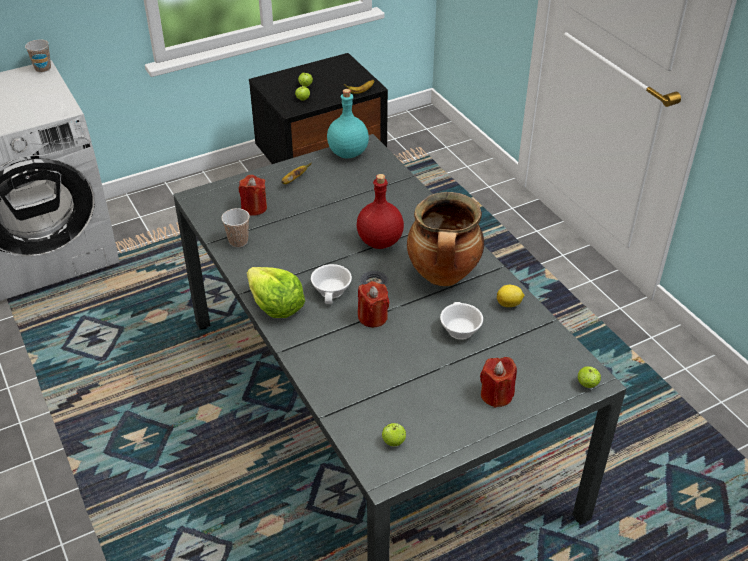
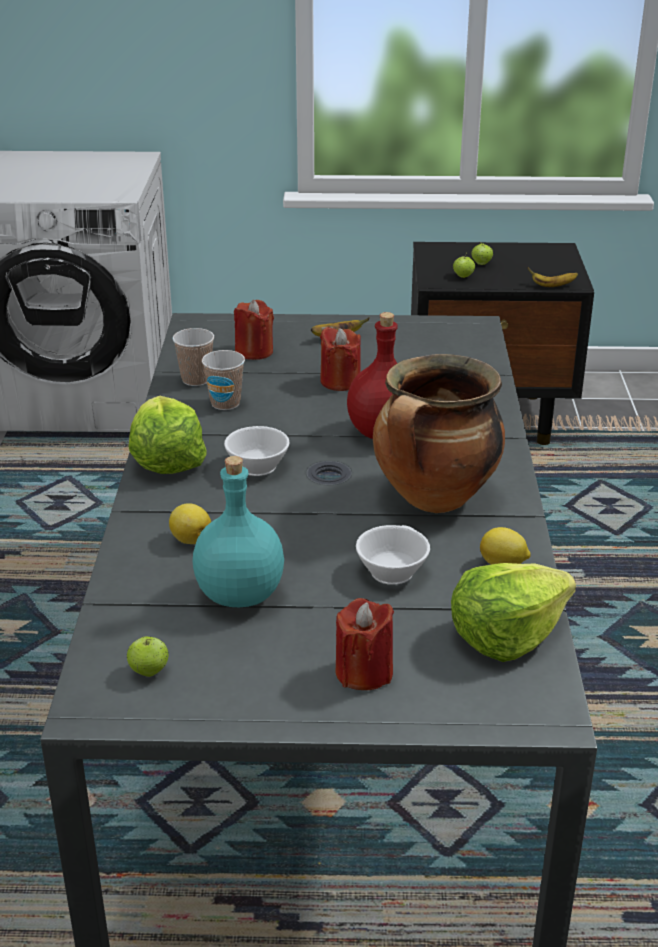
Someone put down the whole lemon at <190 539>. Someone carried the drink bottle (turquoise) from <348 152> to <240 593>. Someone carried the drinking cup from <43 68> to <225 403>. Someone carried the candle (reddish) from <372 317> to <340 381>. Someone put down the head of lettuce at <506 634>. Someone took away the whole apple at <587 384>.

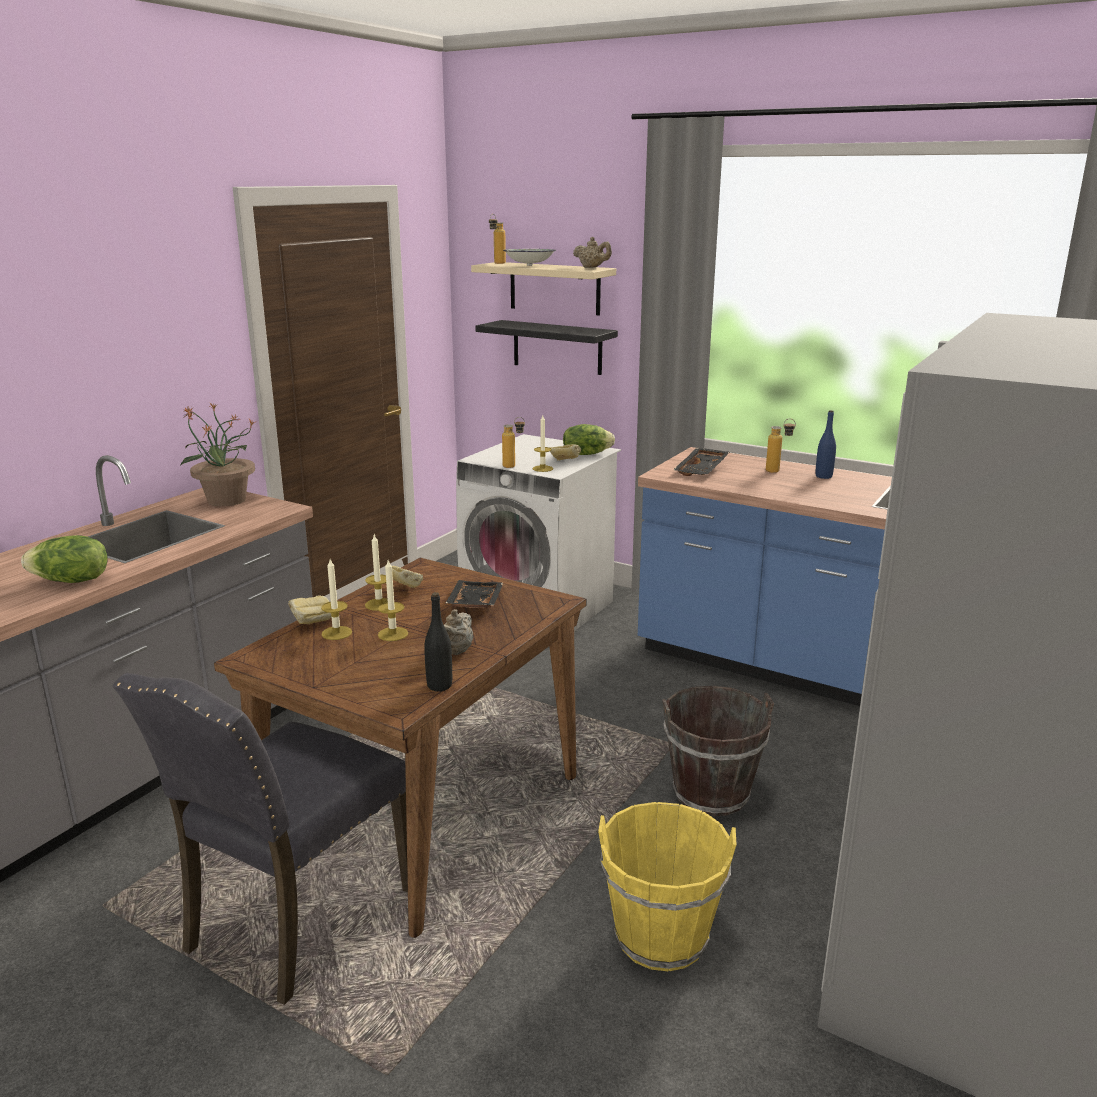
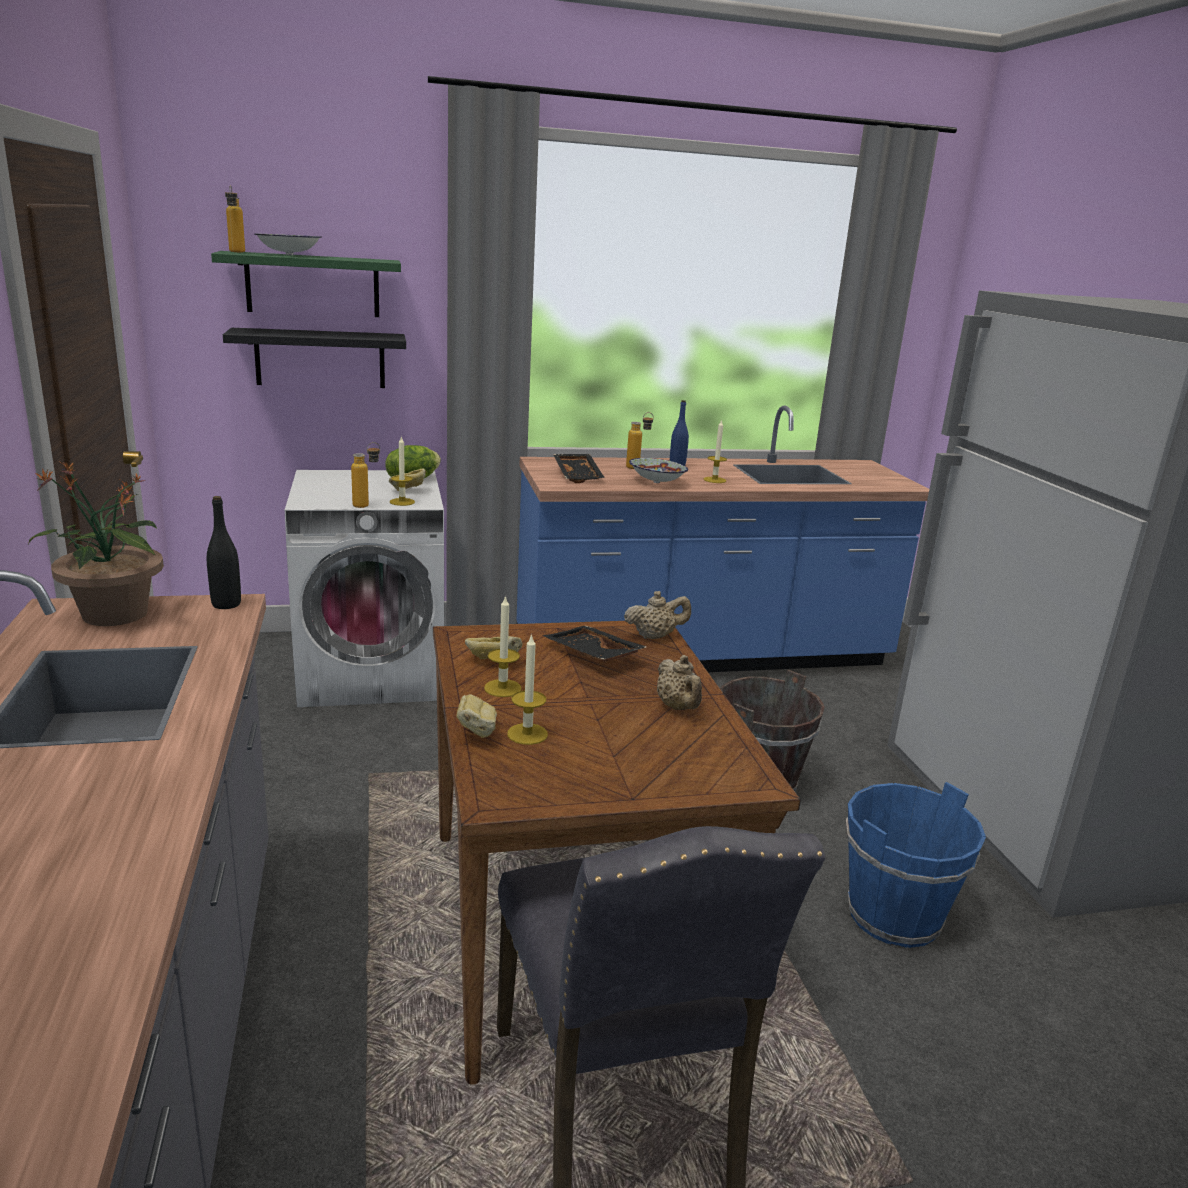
Someone carried the drink bottle (blackish) from <439 685> to <226 604>. Someone repainted the bracket shelf (sand-coloured) at <554 288>, which became the bracket shelf (greenish) at <313 285>. Someone carried the tea pot (sand-coloured) from <592 268> to <655 636>. Someone put down the deep dish at <656 482>. Someone carried the candle from <393 634> to <714 480>. Someone repainted the pail (yellowish) at <660 938>, which became the pail (blue-coloured) at <894 917>. Someone took away the head of lettuce at <71 581>.

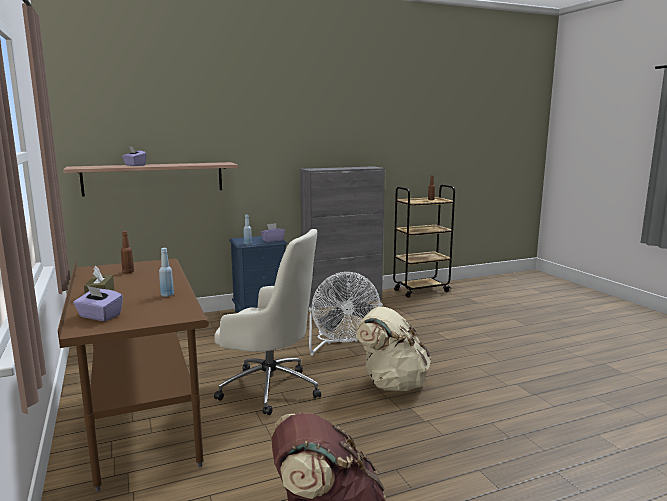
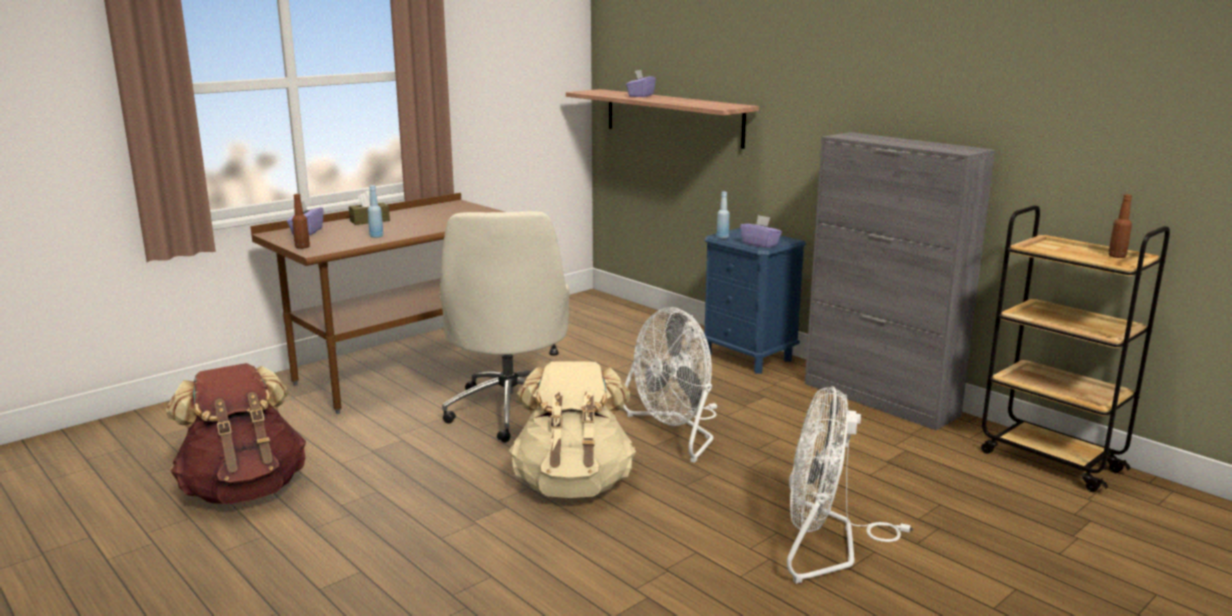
Someone carried the drink bottle (brown) from <128 272> to <302 247>. Someone put down the electric fan (white) at <827 540>.

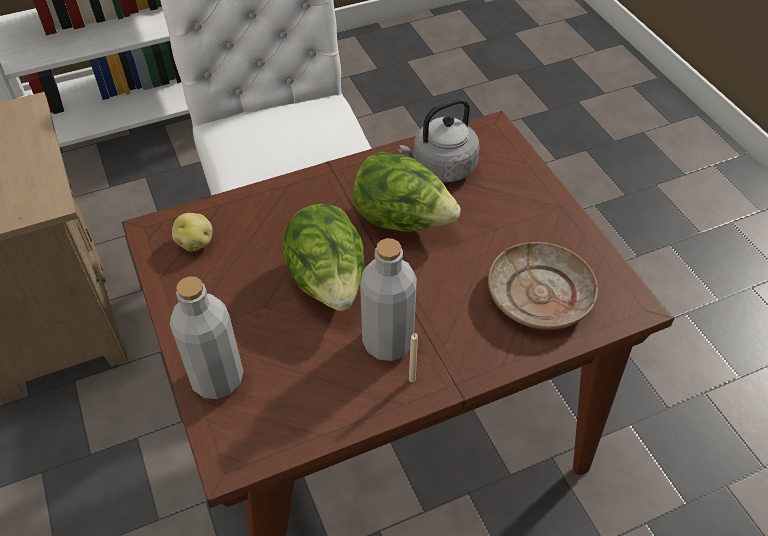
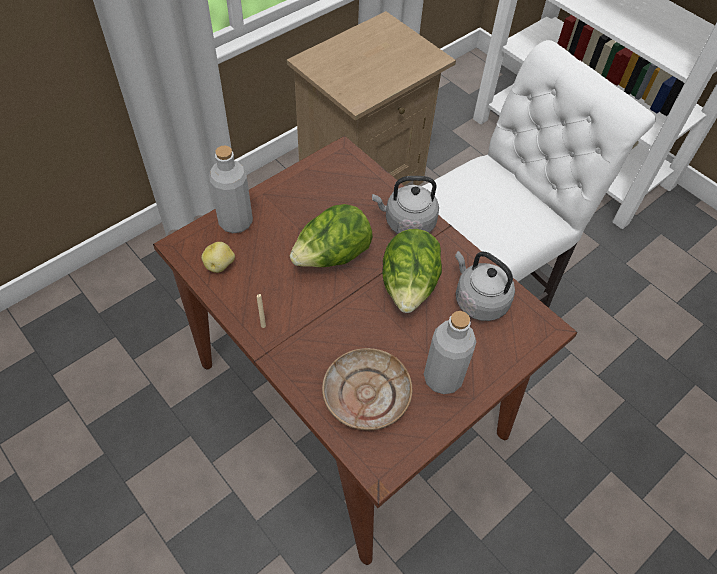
Someone carried the potato from <195 242> to <220 265>. Someone put down the kettle (grey) at <407 223>. Someone carried the drink bottle (grey) from <388 342> to <443 378>.

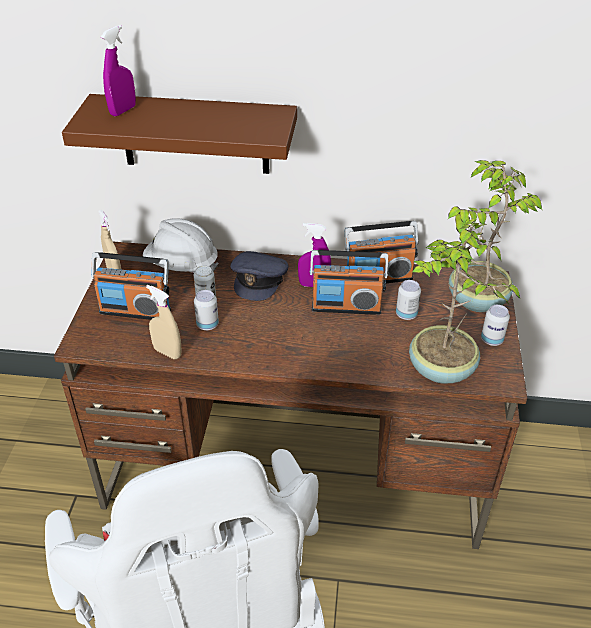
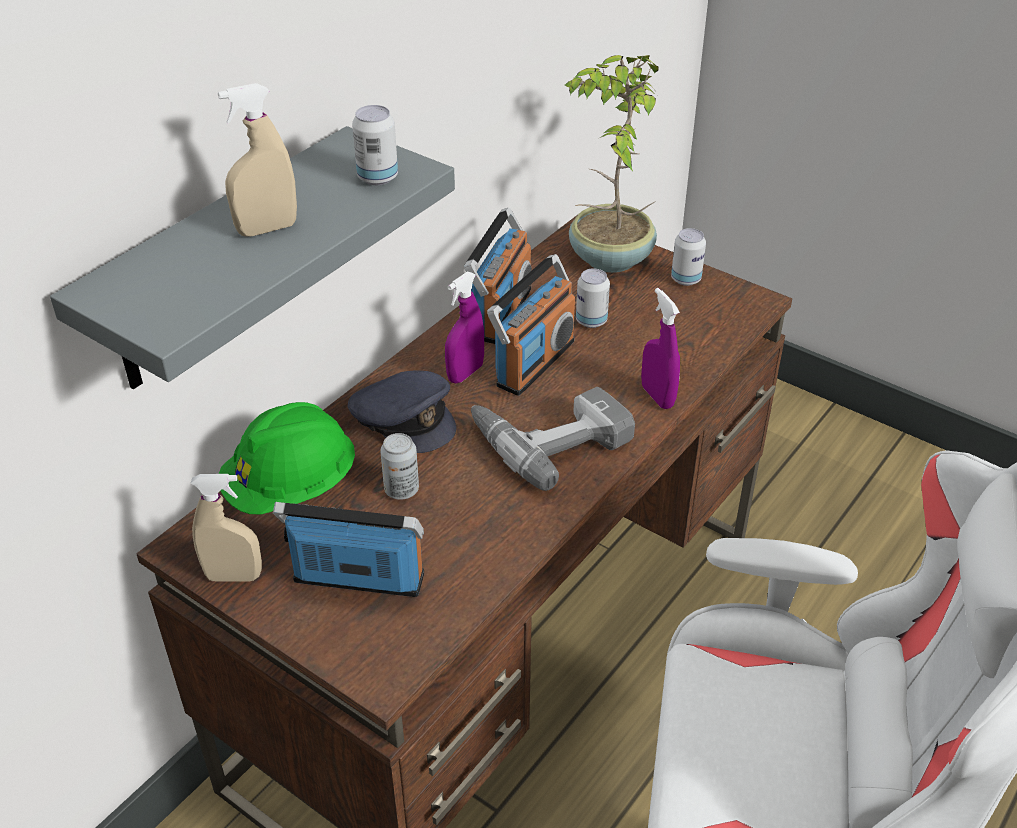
Someone repainted the bracket shelf (brown) at <195 134>, which became the bracket shelf (grey) at <223 262>. Someone carried the hand sprayer (sand-coloured) from <167 352> to <267 229>. Someone repainted the safety helmet (white) at <182 265>, which became the safety helmet (greenish) at <291 488>. Someone rotated the radio receiver at <135 311> by 120 degrees counterclockwise. Someone carried the can from <207 325> to <377 178>. Someone put down the drill at <549 437>. Someone carried the hand sprayer (purple-coloured) from <123 111> to <657 396>. Someone took away the houseplant at <441 371>.

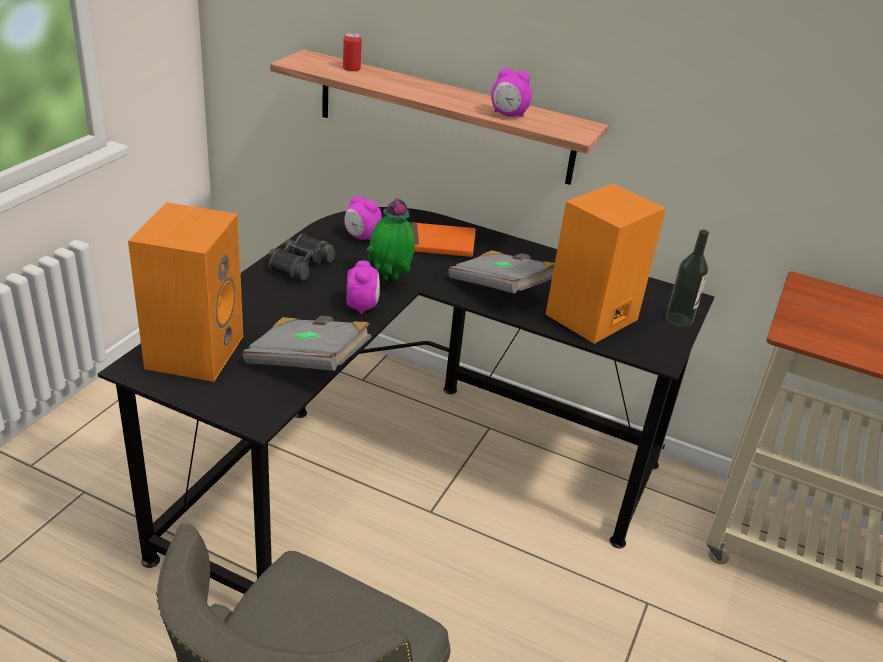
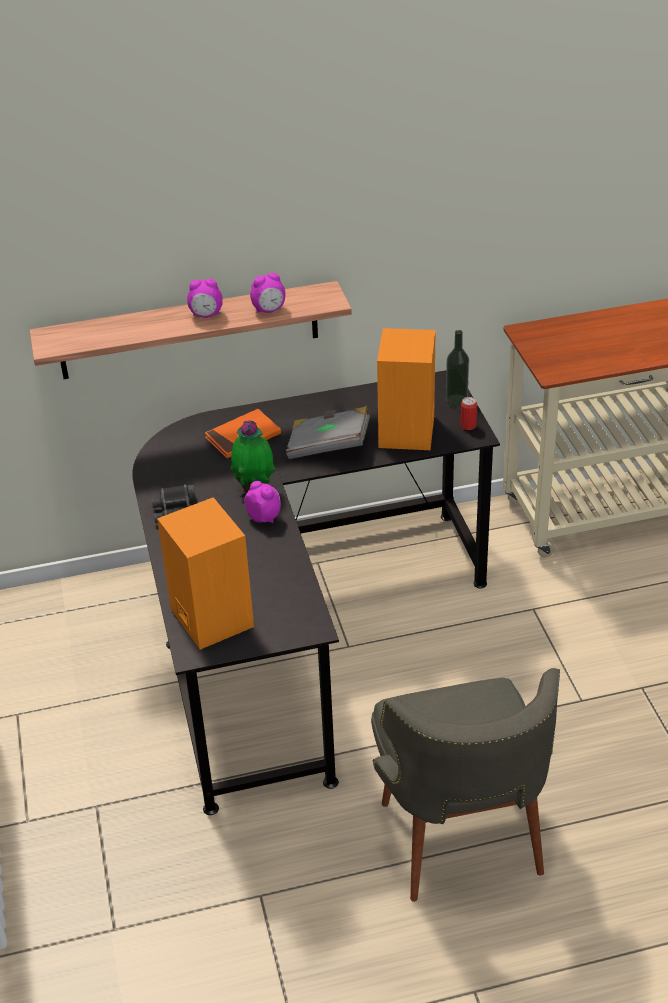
Someone carried the table clock from <361 237> to <206 315>. Someone carried the can from <351 68> to <468 426>. Someone took away the bound book (grey) at <308 362>.

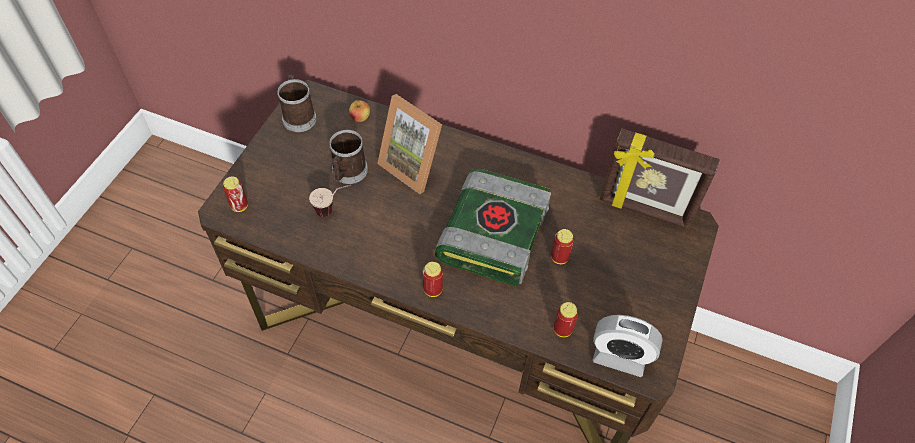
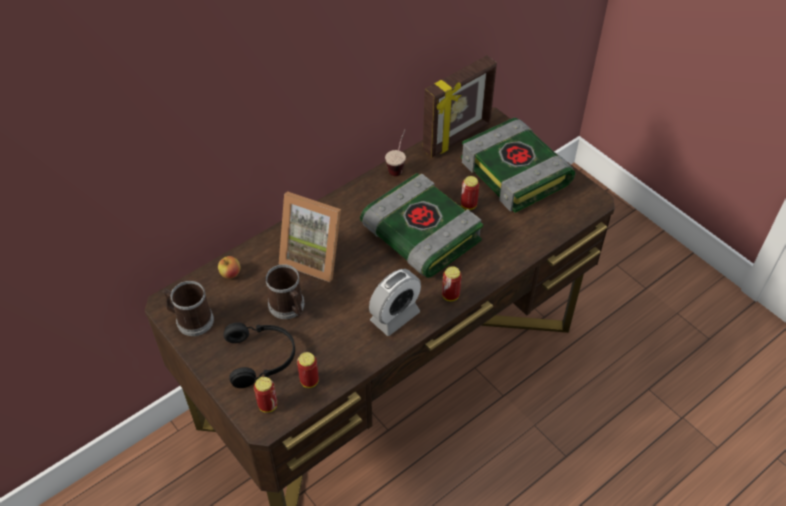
Someone put down the headset (blackish) at <262 357>. Someone rotated the photo frame at <414 165> by 45 degrees clockwise. Someone carried the can from <562 329> to <309 381>. Someone carried the table clock from <619 357> to <395 316>. Someone carried the drinking cup from <333 210> to <398 166>. Someone put down the bound book at <517 173>.

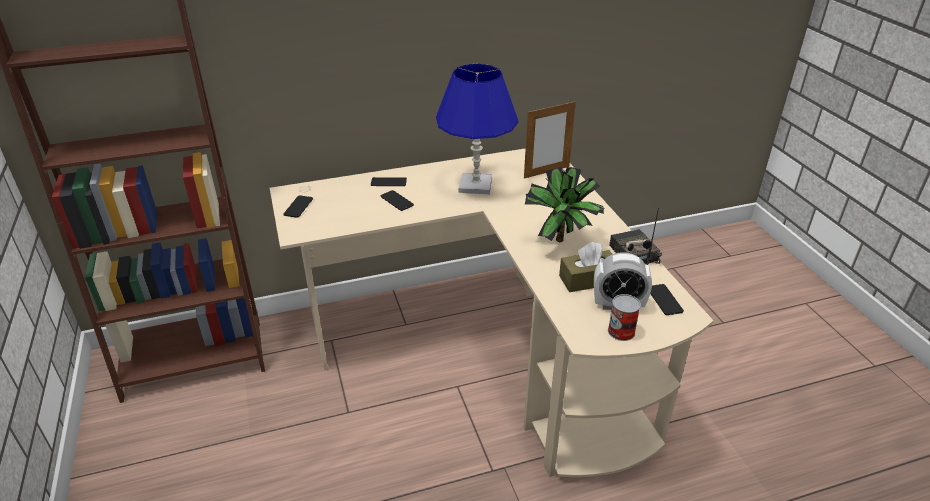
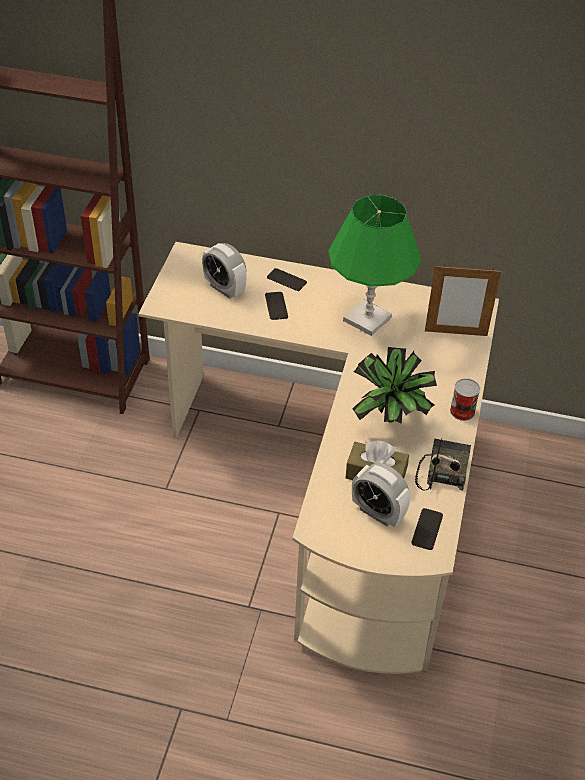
Someone put down the table clock at <224 289>. Someone repainted the tabletop lamp (blue-coloured) at <476 185>, which became the tabletop lamp (greenish) at <367 319>. Someone carried the can from <621 331> to <462 411>. Someone took away the telephone at <298 207>.

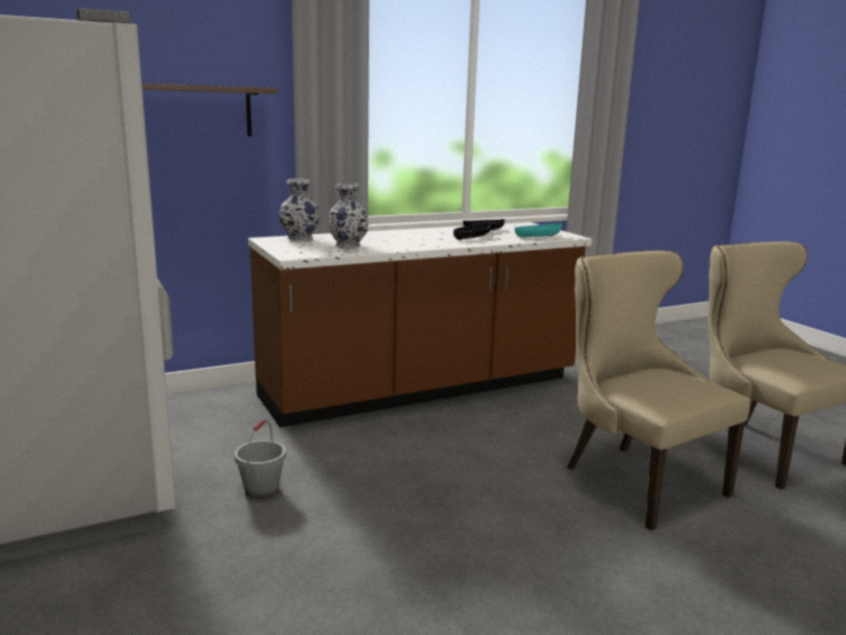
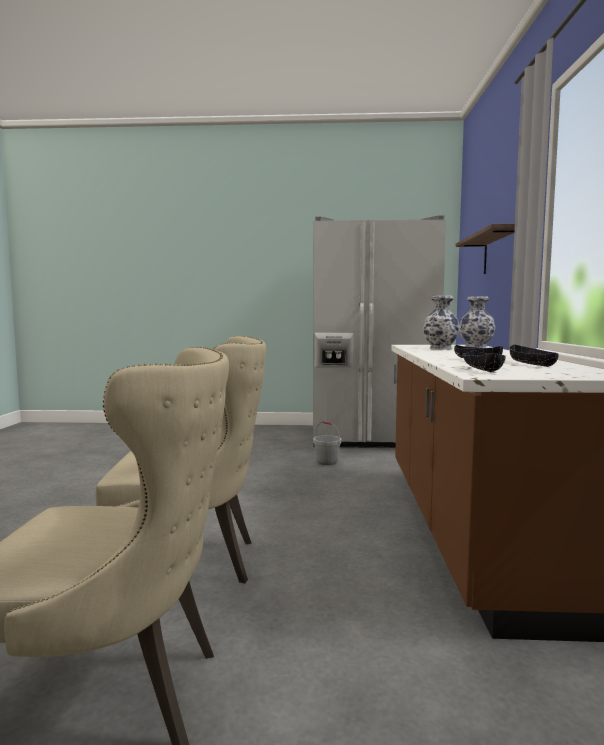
Someone repainted the deep dish (turquoise) at <537 236>, which became the deep dish (blackish) at <483 369>.

